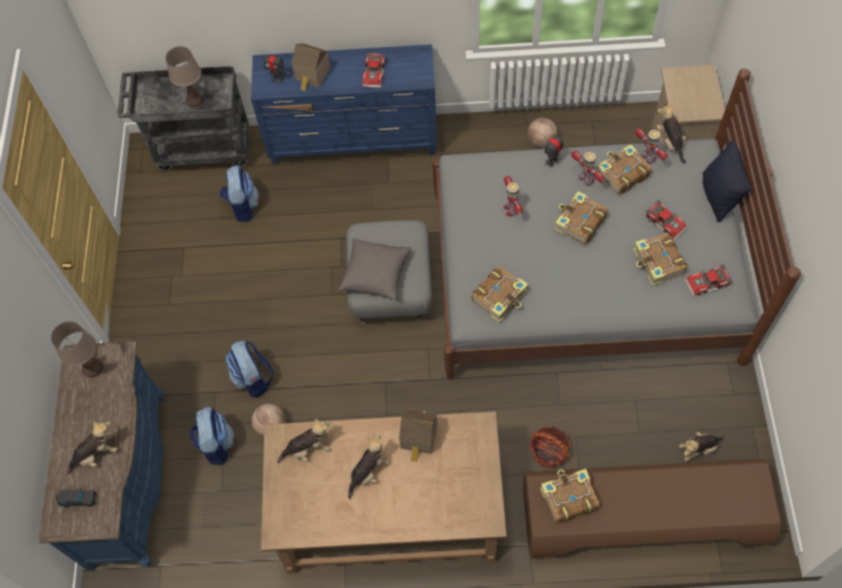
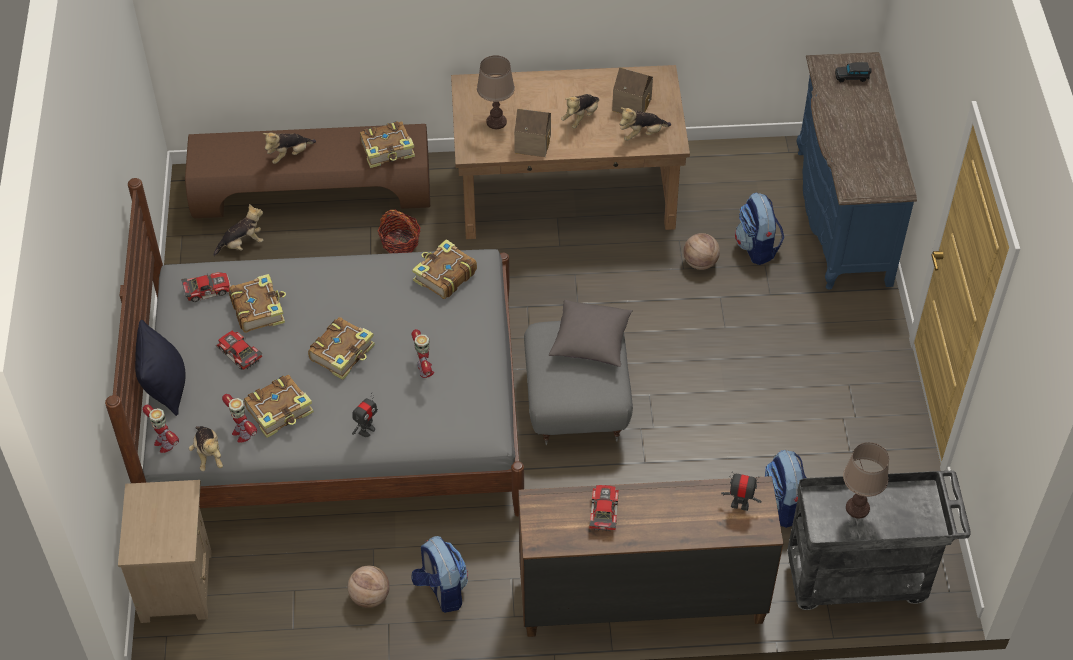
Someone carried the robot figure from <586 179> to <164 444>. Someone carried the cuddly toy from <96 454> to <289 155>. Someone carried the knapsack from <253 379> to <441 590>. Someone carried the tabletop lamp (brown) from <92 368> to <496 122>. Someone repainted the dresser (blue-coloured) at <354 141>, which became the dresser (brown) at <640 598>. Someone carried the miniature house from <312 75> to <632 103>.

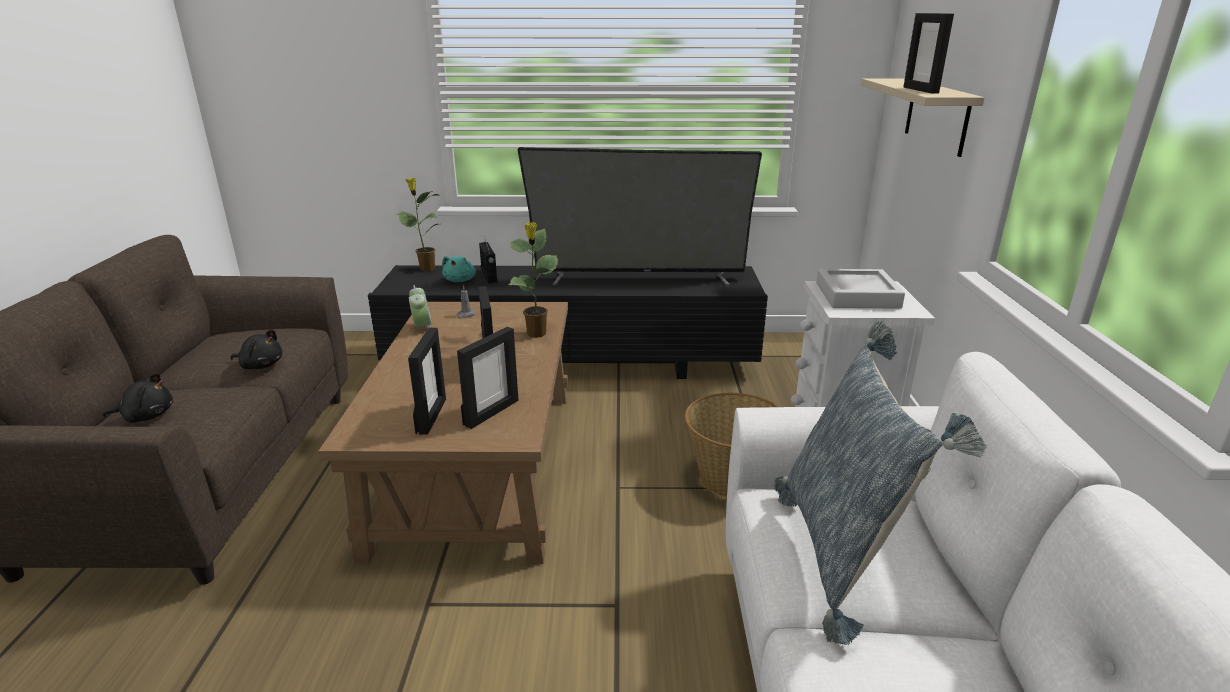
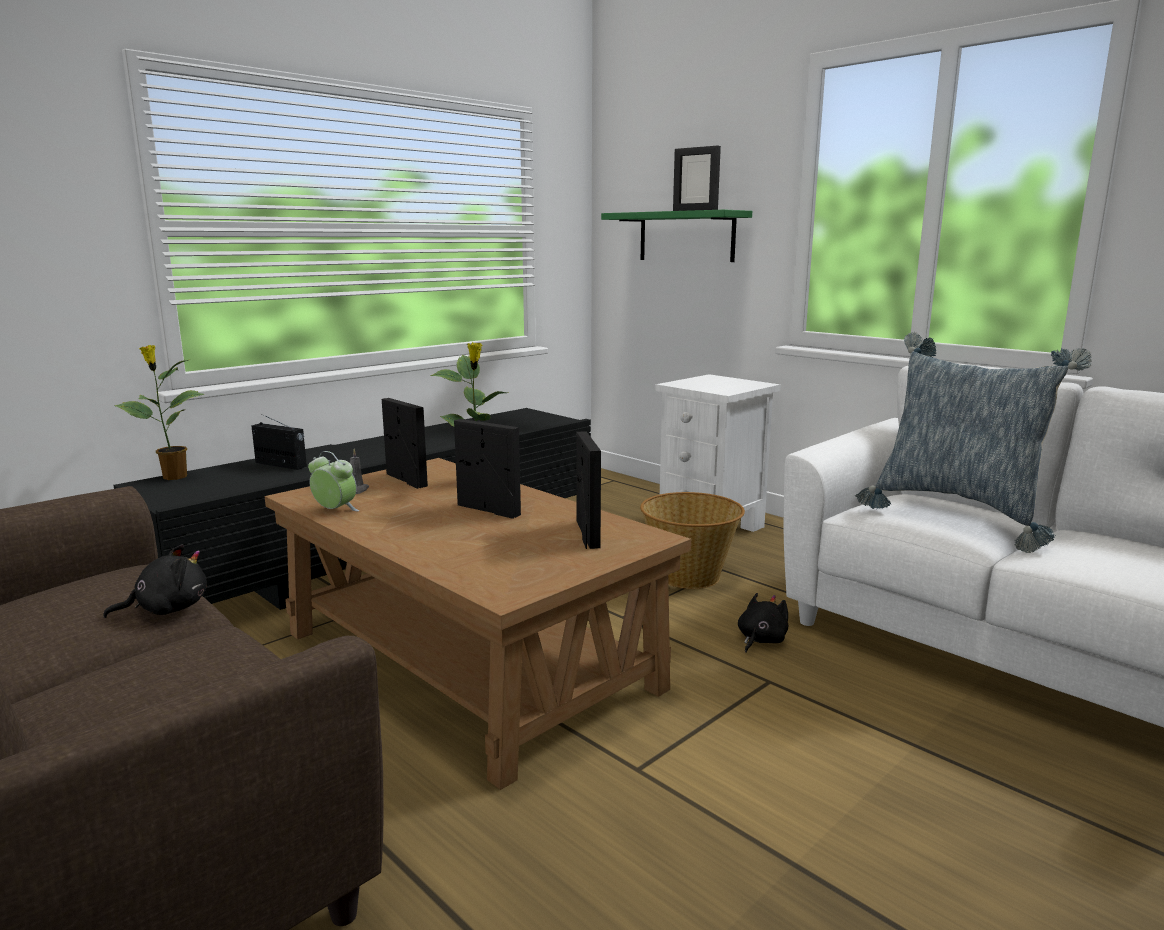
Someone carried the photo frame from <431 416> to <405 480>. Someone repainted the bracket shelf (sand-coloured) at <936 115>, which became the bracket shelf (greenish) at <686 236>. Someone carried the cuddly toy (blackish) from <146 416> to <760 640>. Someone took away the cuddly toy (turquoise) at <460 280>. Someone took away the TV at <639 278>. Someone took away the serving tray (grey) at <857 295>.

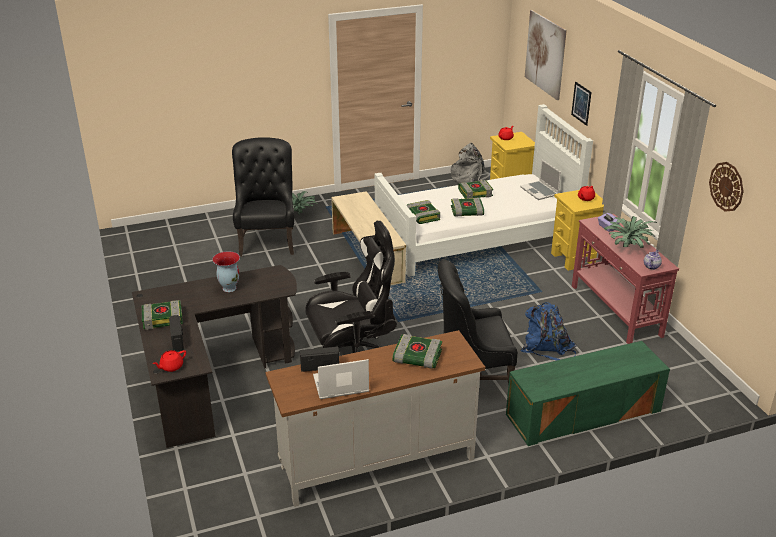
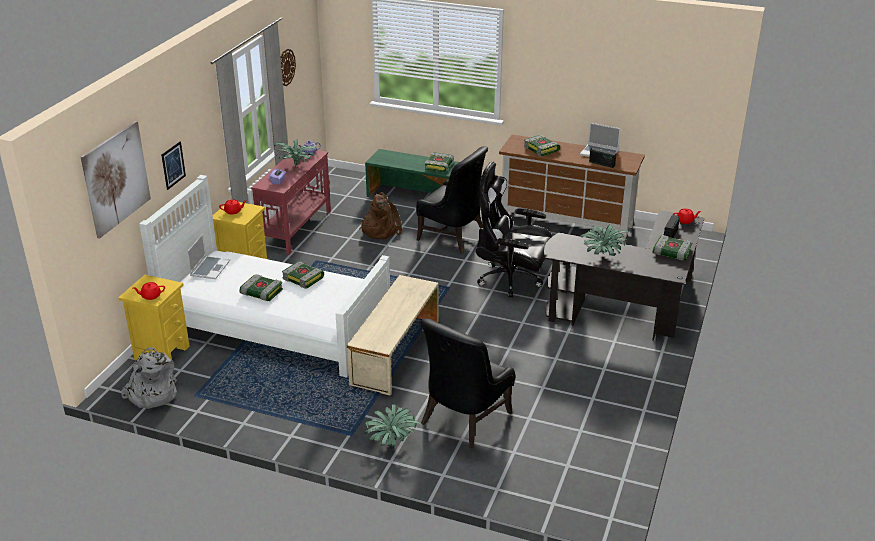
Someone repainted the knapsack (blue-coloured) at <547 348>, which became the knapsack (brown) at <380 230>. Someone carried the bound book from <422 216> to <439 166>. Someone swapped the flower vase at <229 288> for the houseplant at <603 255>.

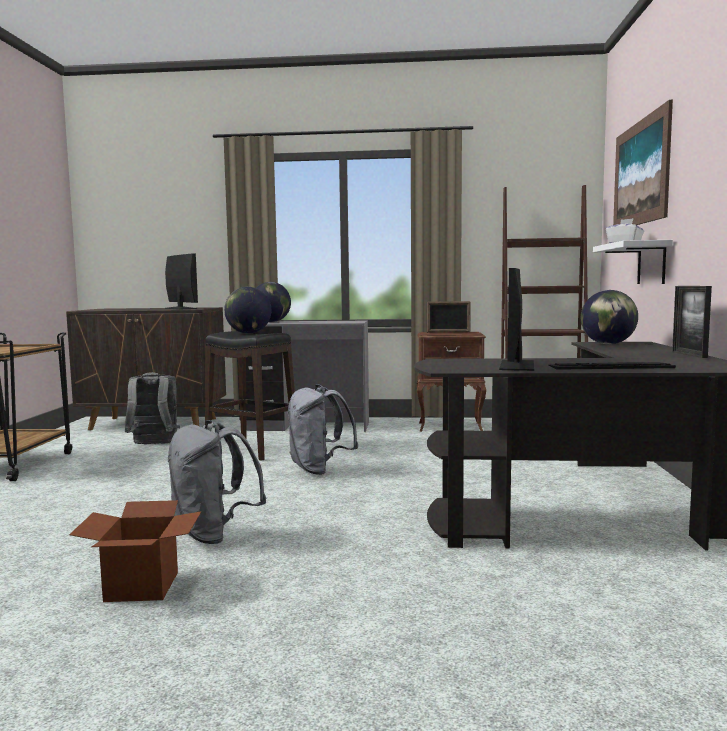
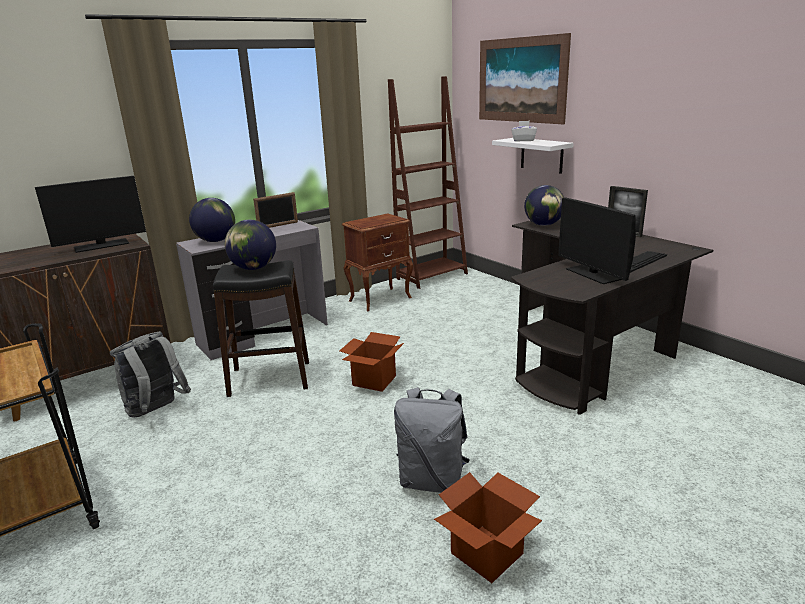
Someone rotated the computer display at <180 308> by 135 degrees clockwise. Someone carried the photo frame from <448 332> to <278 225>. Someone swapped the knapsack (grey) at <319 470> for the carton at <374 380>.

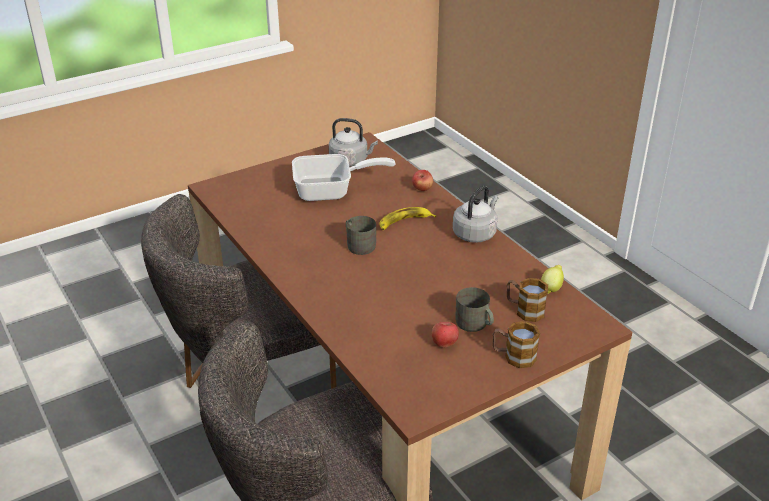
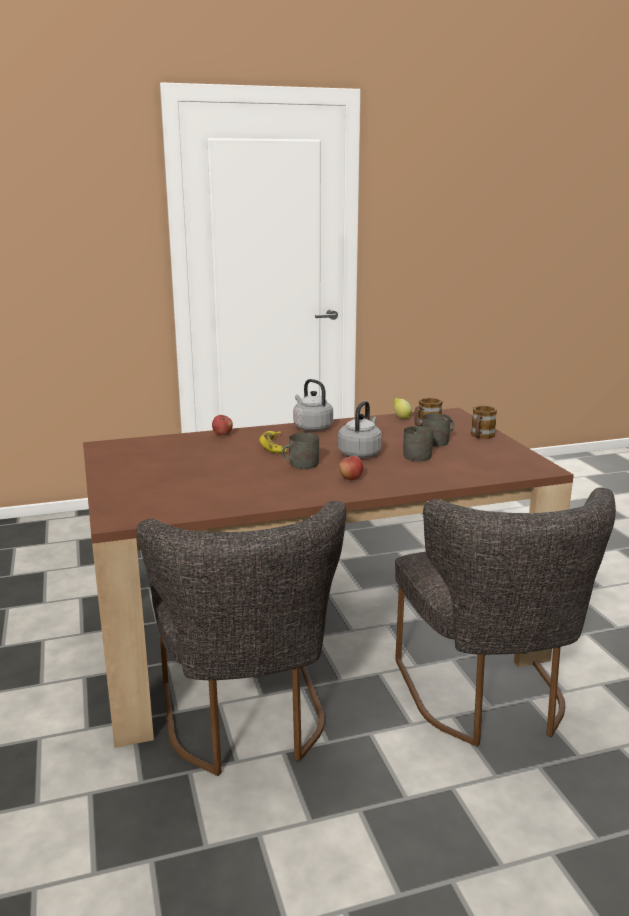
Someone carried the kettle (grey) from <351 161> to <360 453>. Someone carried the whole apple from <444 343> to <351 478>. Someone put down the tea mug (grey) at <417 455>. Someone took away the frying pan at <331 191>.

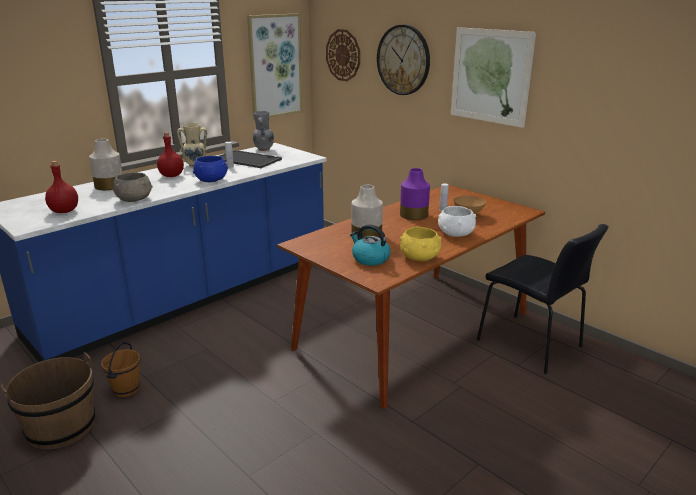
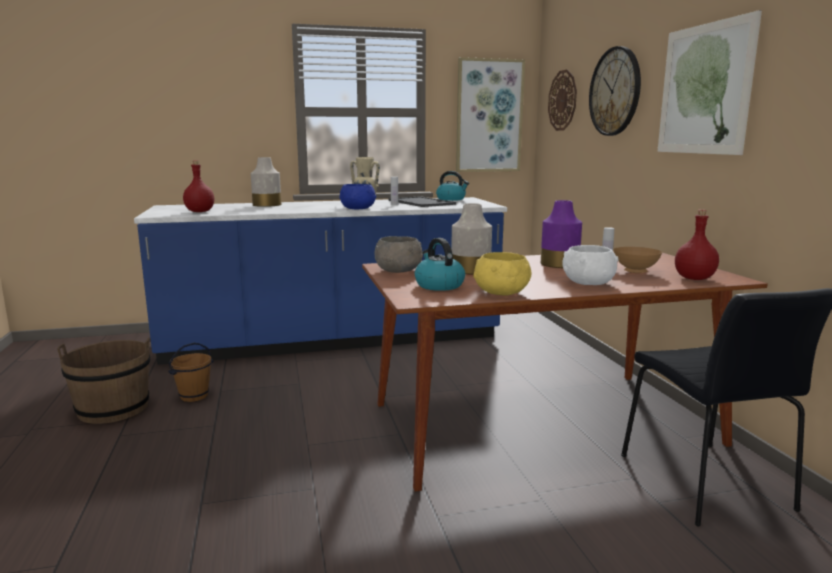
Someone carried the deep dish (grey) from <135 199> to <399 271>. Someone swapped the flower vase (grey) at <263 149> for the kettle at <451 199>. Someone carried the drink bottle (reddish) from <171 176> to <693 278>.

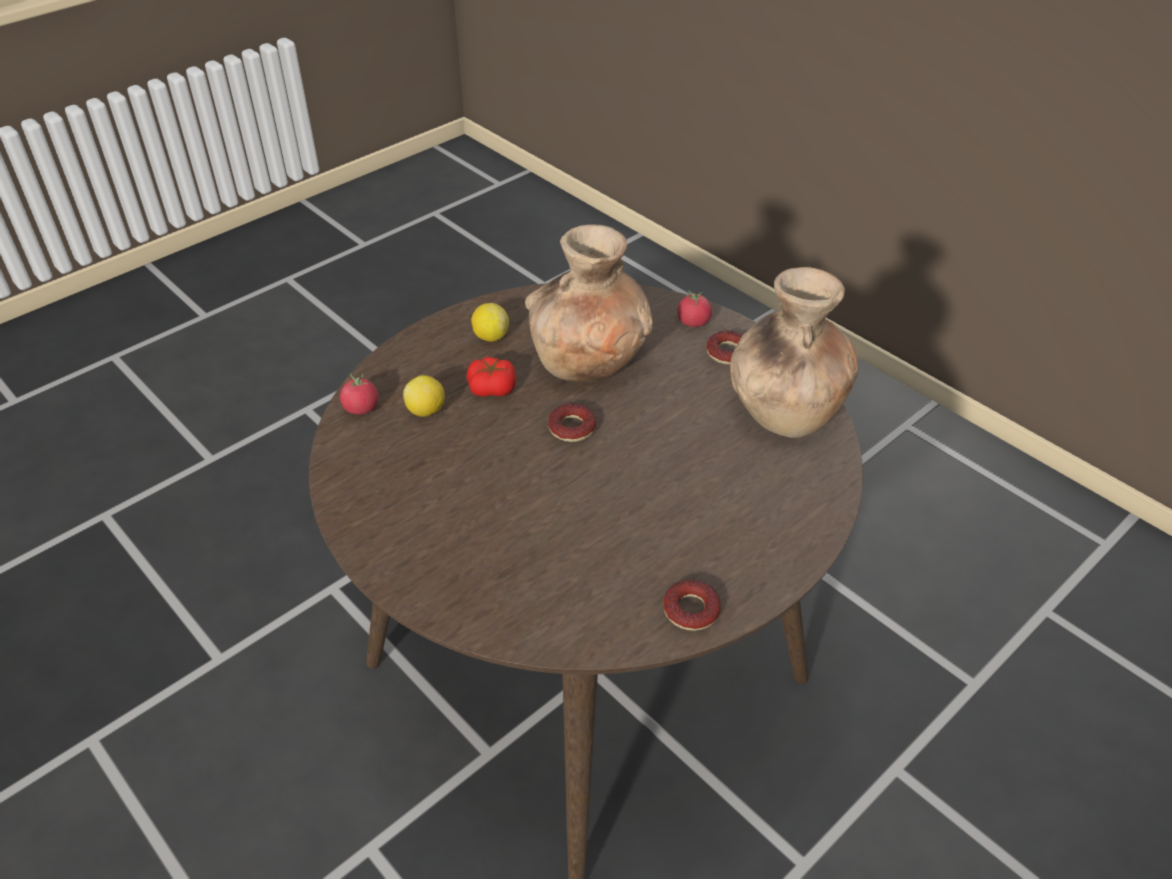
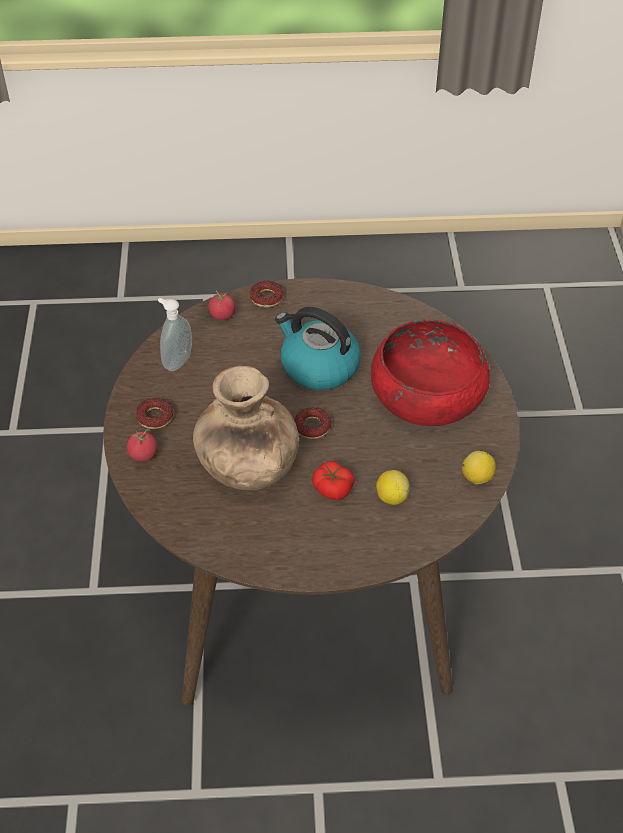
Someone swapped the flower vase (brown) at <785 408> for the liquid soap bottle at <176 361>. Someone carried the whole tomato from <361 408> to <222 315>. Someone carried the doughnut from <691 610> to <266 298>. Someone put down the kettle at <318 367>. Someone put down the deep dish (reddish) at <427 394>. Someone carried the whole lemon from <491 336> to <477 478>.

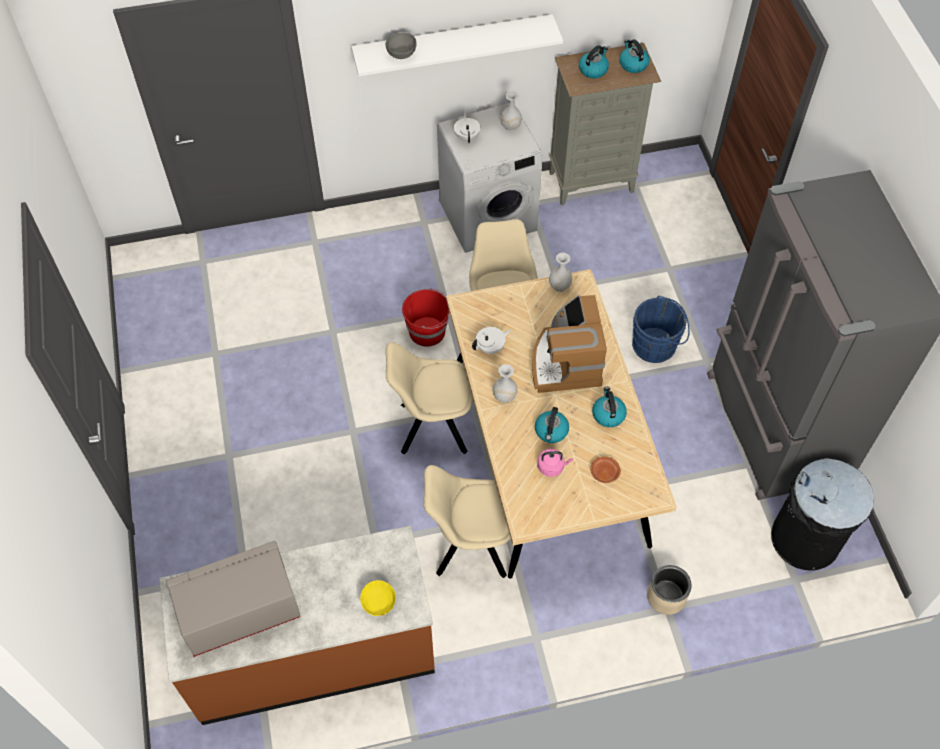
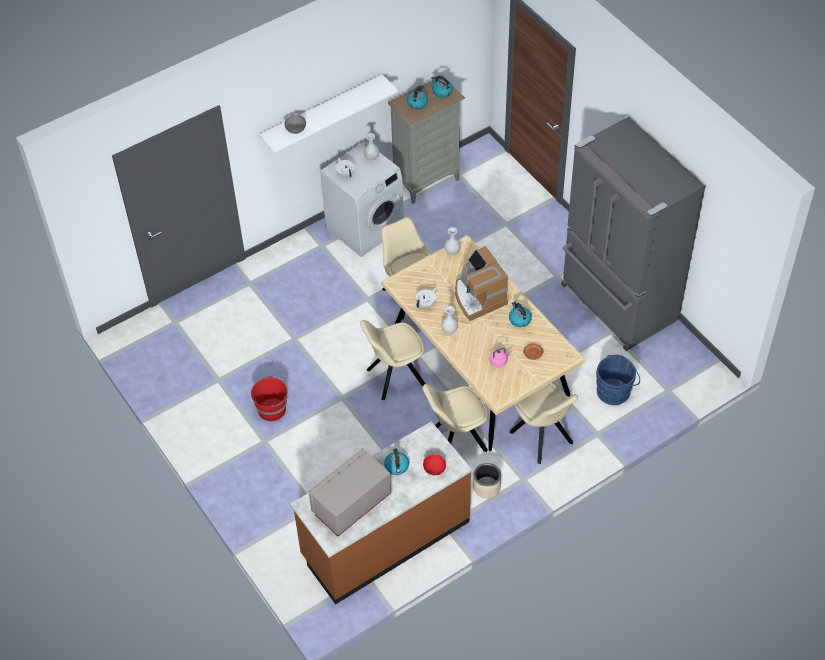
Someone carried the pail (reddish) from <428 331> to <272 409>. Someone carried the kettle from <551 431> to <397 466>. Someone repainted the deep dish (yellowish) at <378 604>, which became the deep dish (reddish) at <434 470>. Someone carried the flower pot (sand-coloured) from <666 597> to <486 487>. Someone put down the upright chair (sand-coloured) at <542 437>. Someone carried the pail (blue-coloured) from <657 345> to <615 391>. Someone took away the waste bin (blackish) at <805 540>.

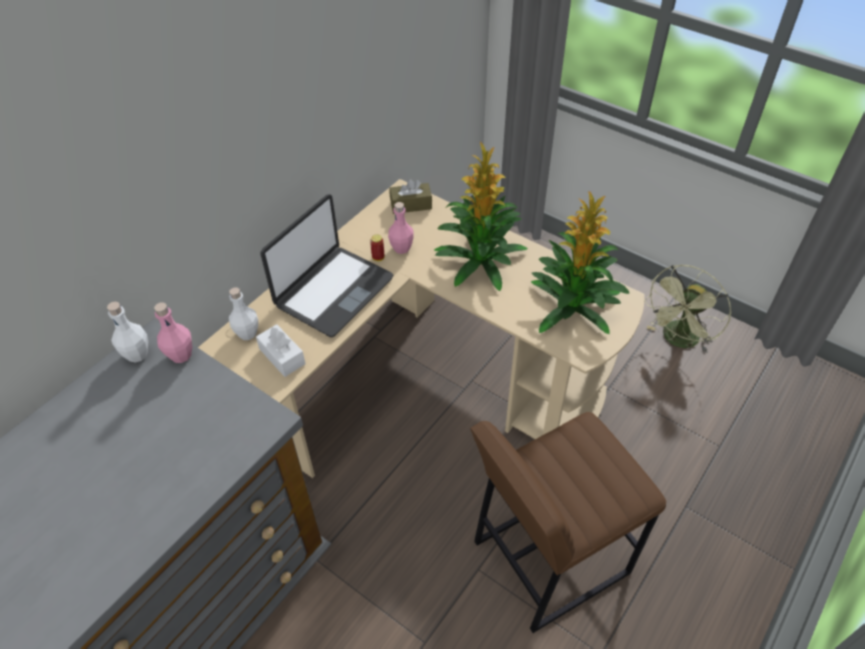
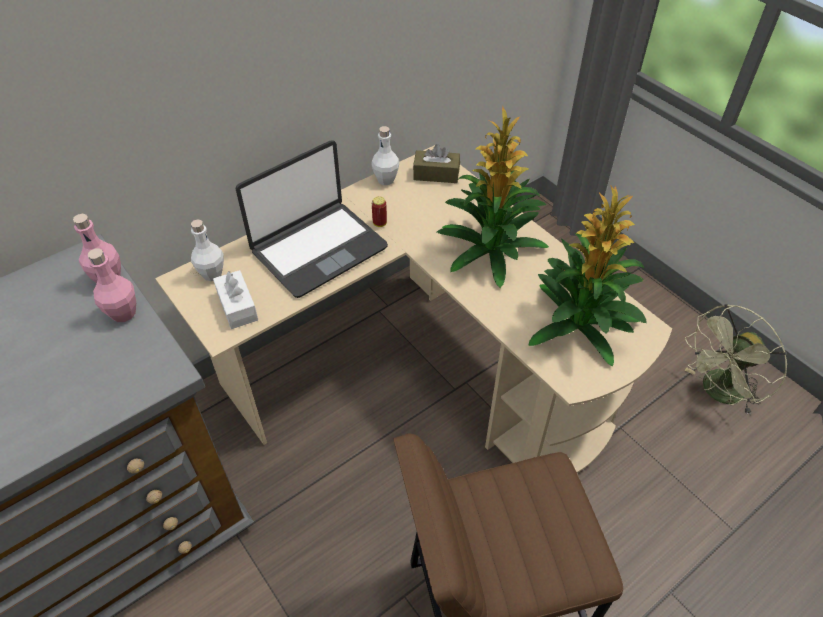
Someone carried the drink bottle (pinkish) from <401 248> to <123 313>. Someone carried the drink bottle (white) from <137 354> to <386 180>.

